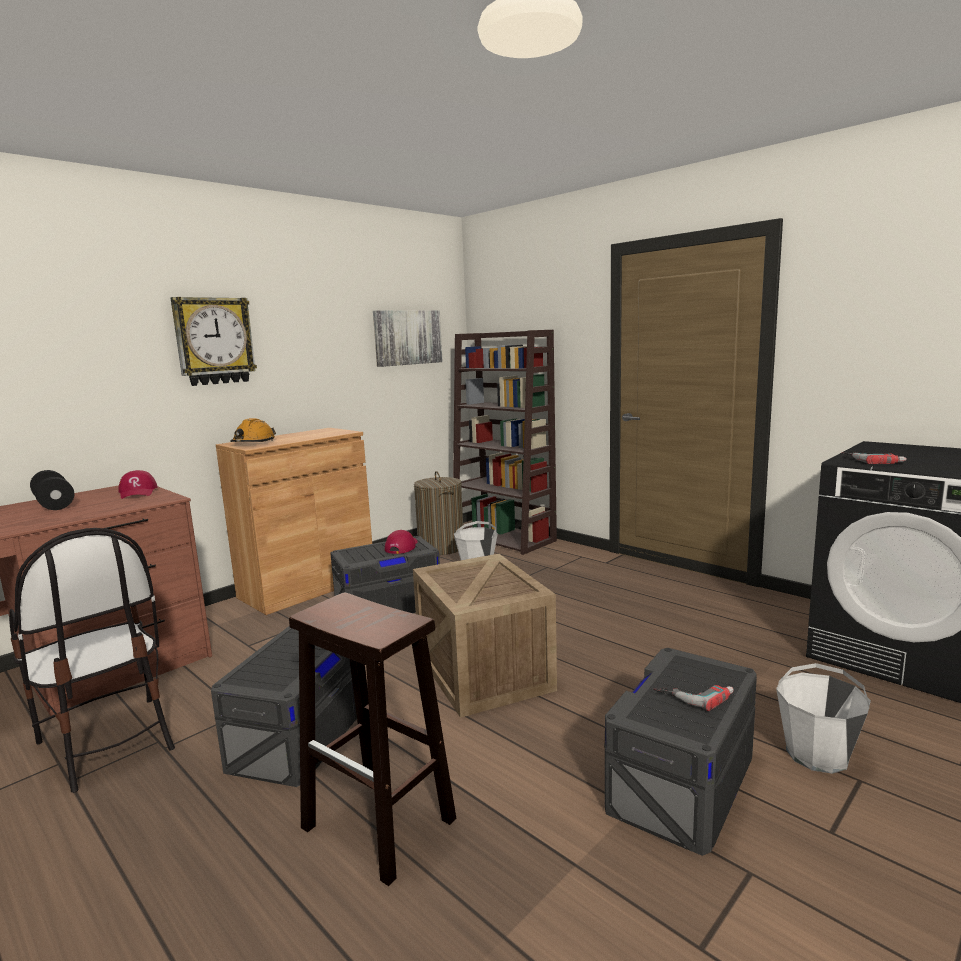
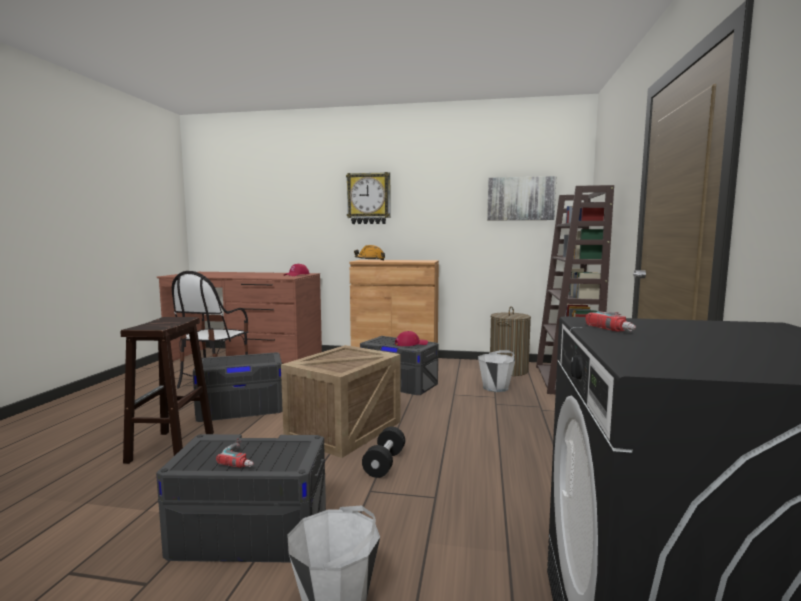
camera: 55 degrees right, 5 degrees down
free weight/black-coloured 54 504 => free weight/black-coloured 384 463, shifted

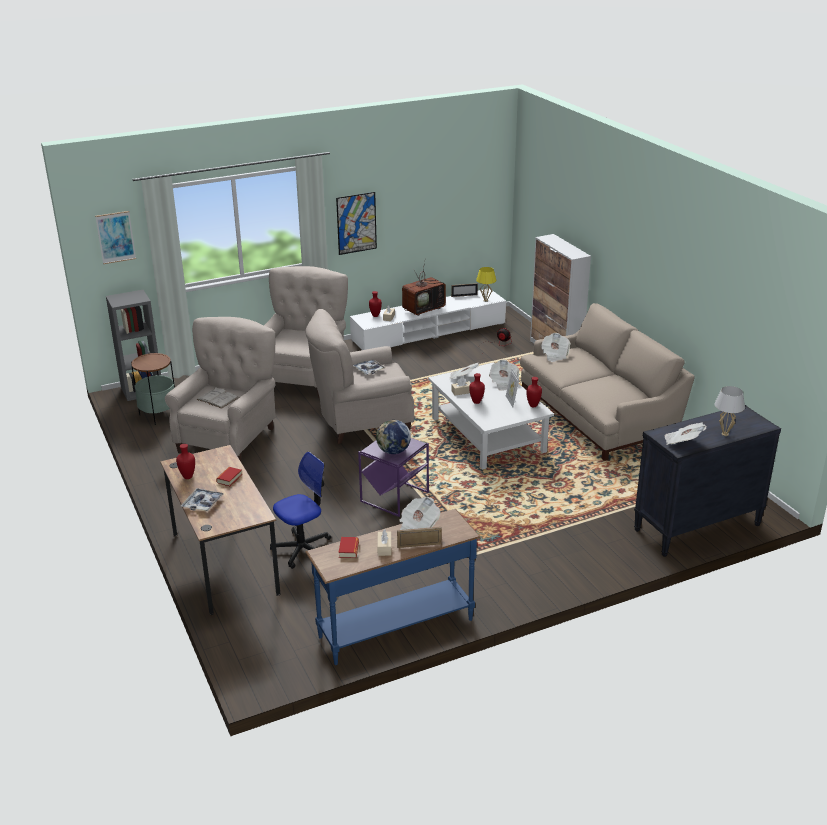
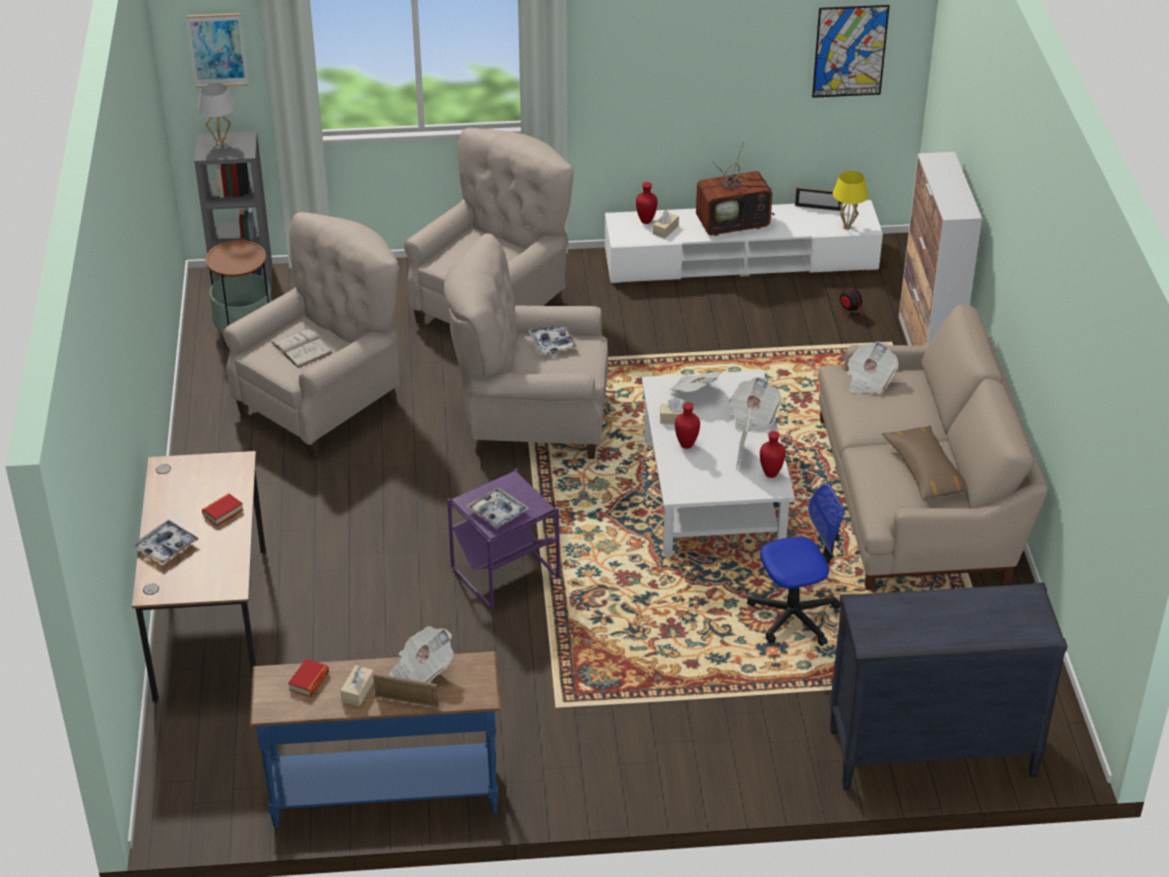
camera: 20 degrees right, 10 degrees up
tabletop lamp/white-coloured 725 434 => tabletop lamp/white-coloured 220 143, shifted
globe 393 451 => serving tray 497 512
desk chair 303 549 => desk chair 794 615, shifted
picture 356 223 => picture 850 51, shifted
nothing => throw pillow/brownish 925 471
decorative vase/reddish 188 477 => nothing
newspaper 682 442 => nothing

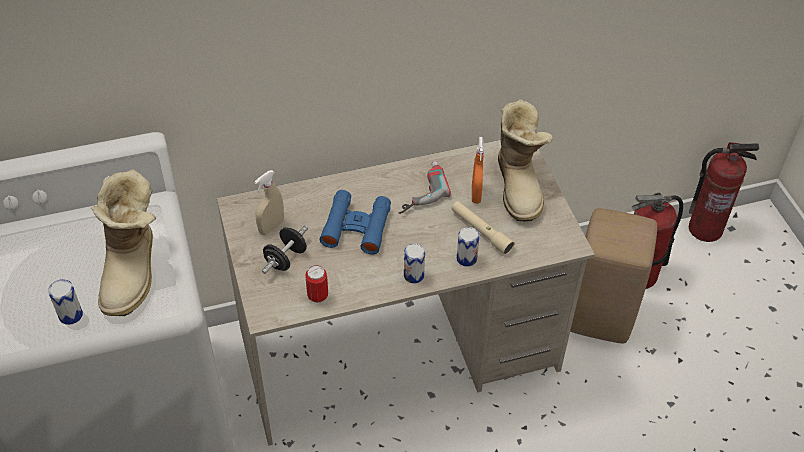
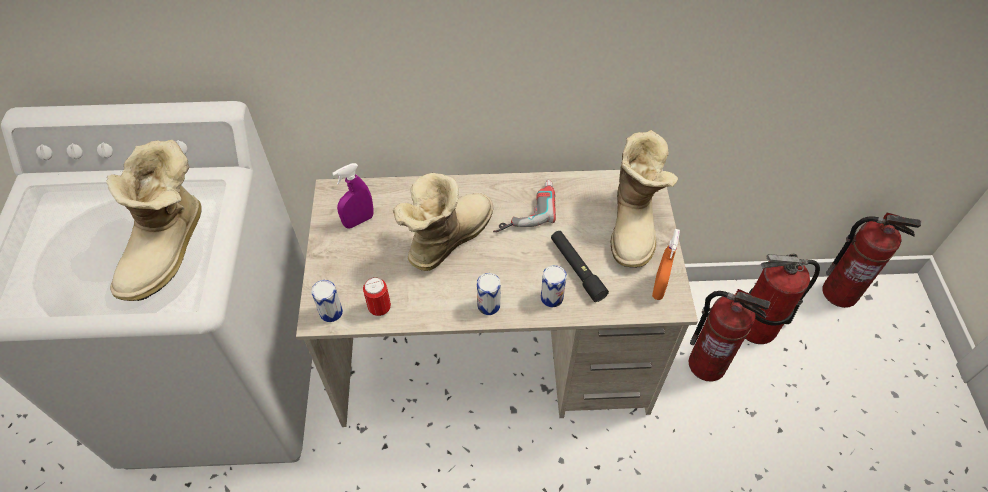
camera: 15 degrees right, 5 degrees up
sealed can 70 315 => sealed can 331 312, shifted
sprayer/beige 271 227 => sprayer/purple-coloured 358 221
pair of binoculars/bluish 356 227 => boot 445 238
flashlight/beige 481 231 => flashlight/black-coloured 577 269
sprayer/orange 476 194 => sprayer/orange 659 287, shifted
stool seat/beige 601 316 => extinguisher 707 364
free weight/black-coloured 286 259 => nothing

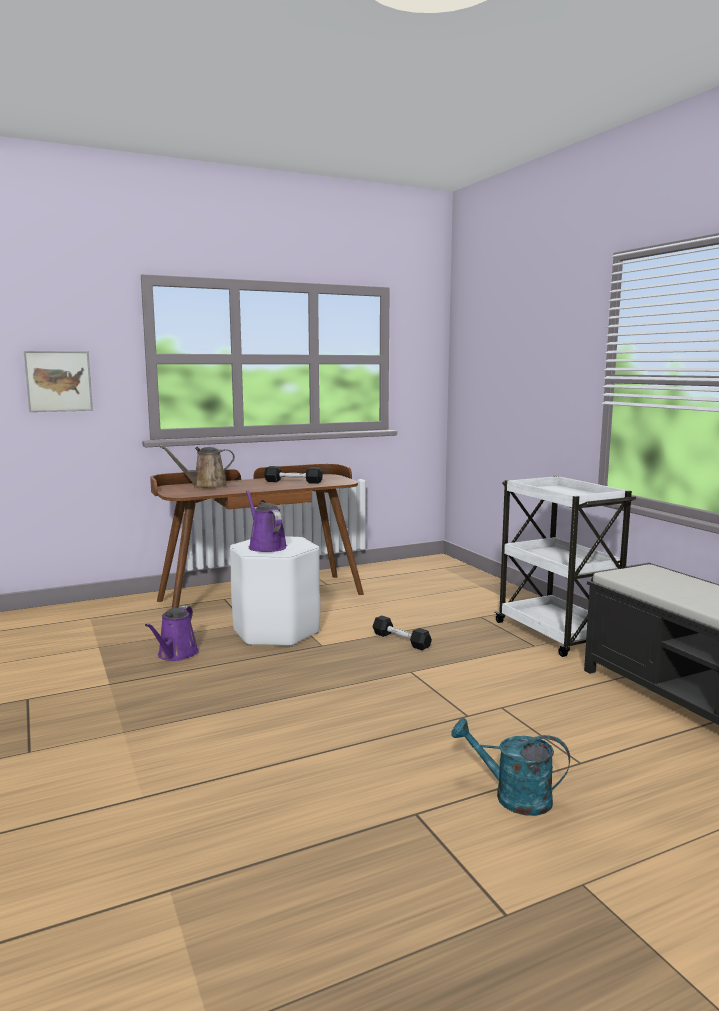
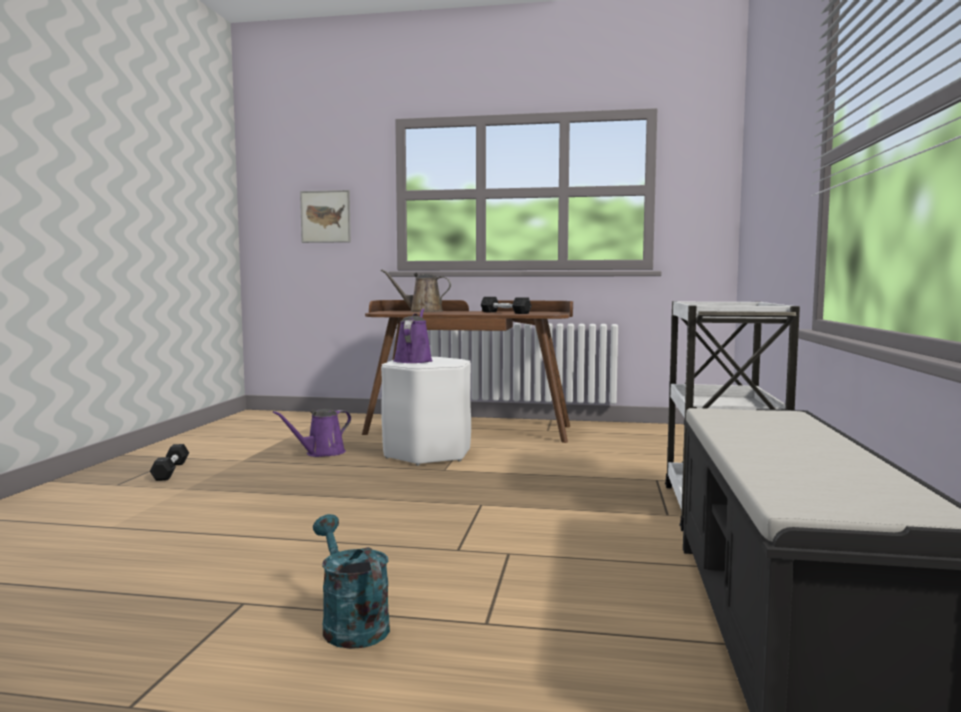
camera: 35 degrees right, 5 degrees down
free weight/black-coloured 401 640 => free weight/black-coloured 170 471, shifted

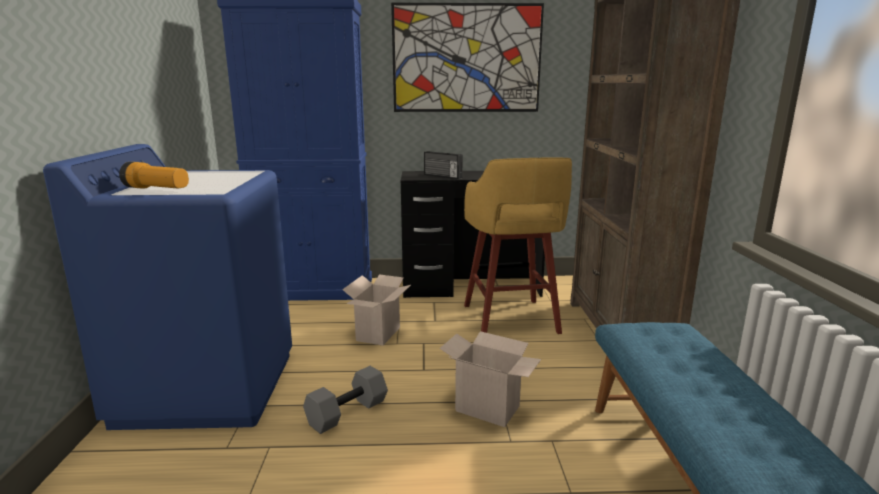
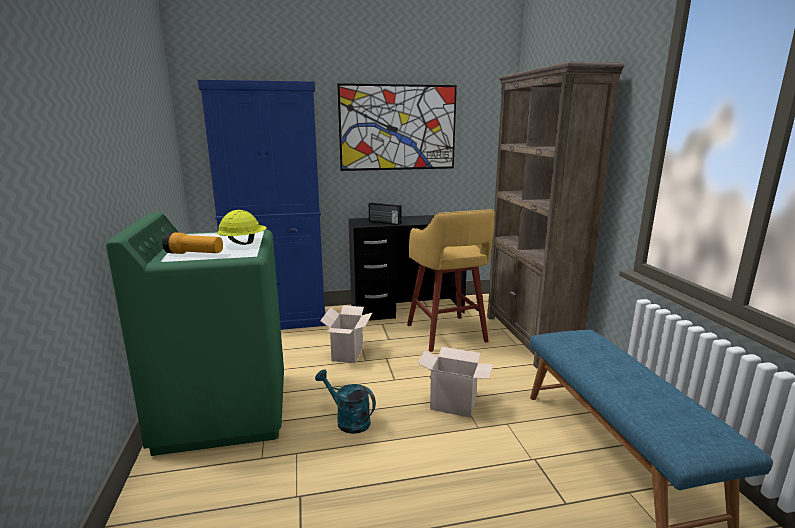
camera: 10 degrees left, 0 degrees up
laundry appliance/bluish 208 387 => laundry appliance/green 224 411
nothing => safety helmet/yellowish 243 243
free weight/gray 347 413 => watering pot/blue-green 348 420

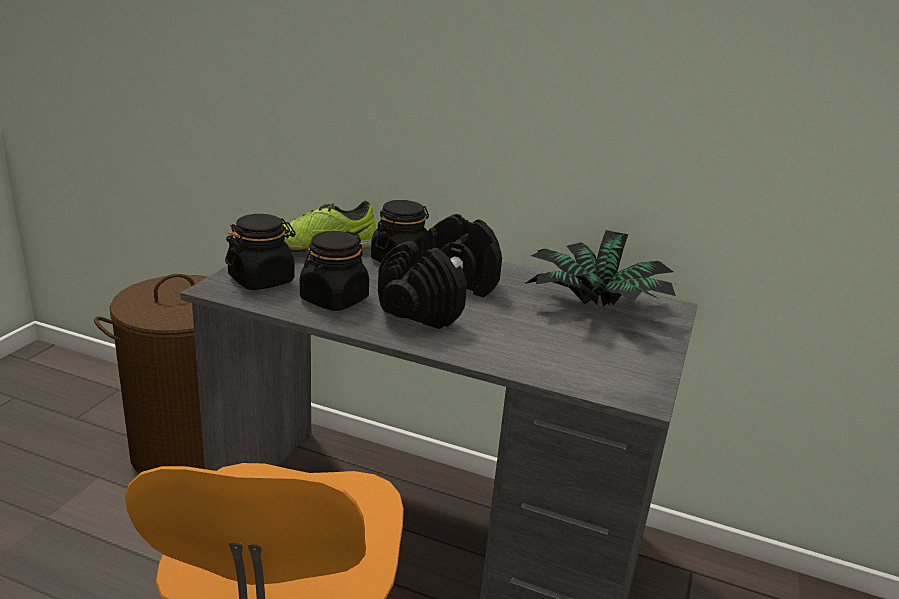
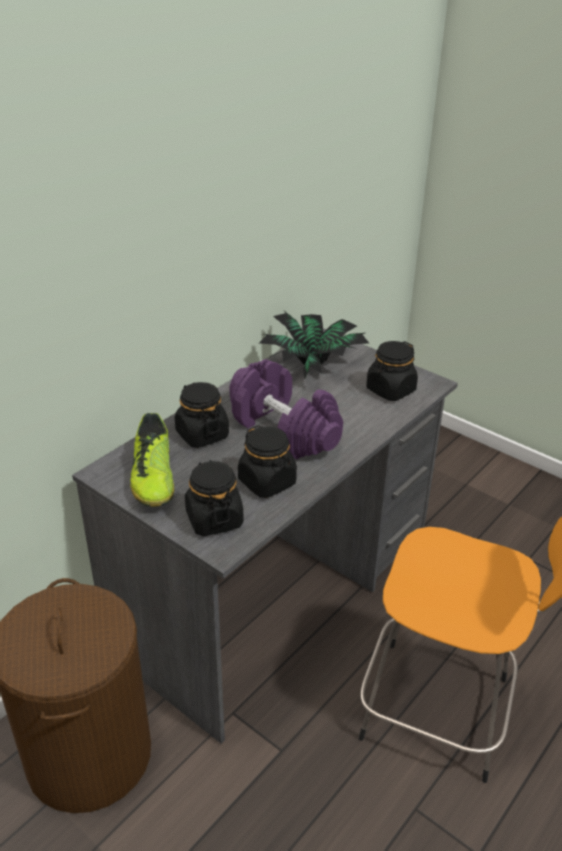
camera: 70 degrees left, 10 degrees up
free weight/black-coloured 440 301 => free weight/purple-coloured 285 429
nothing => preserve jar/black-coloured 390 390

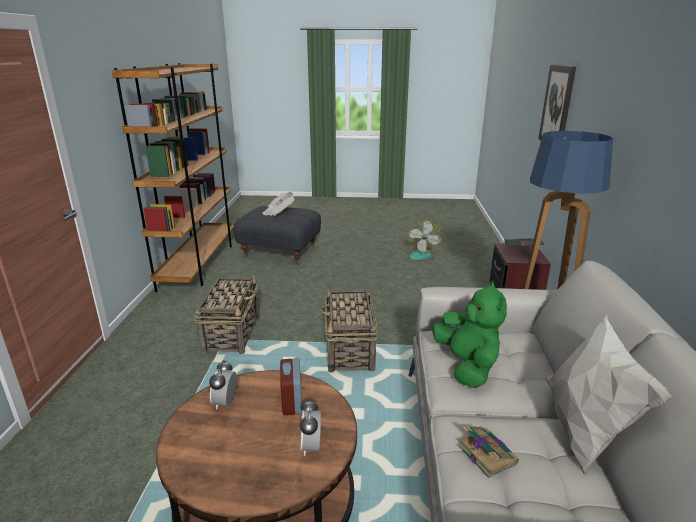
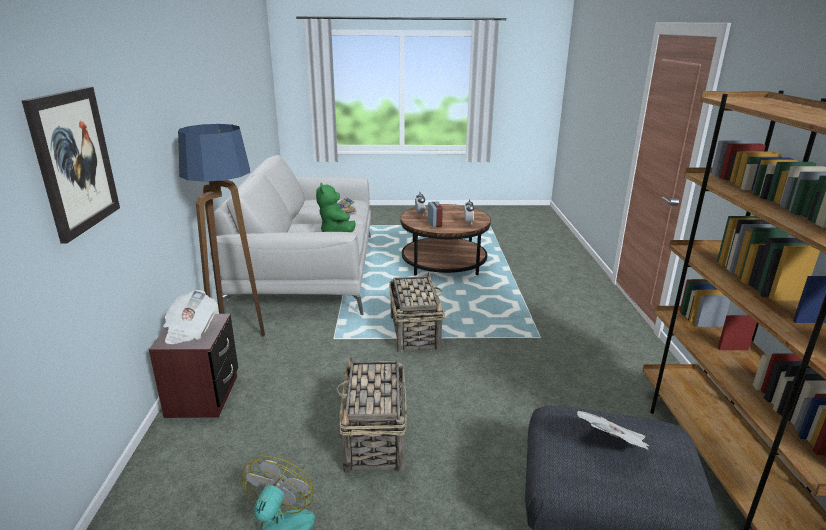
camera: 175 degrees right, 0 degrees up
household basket 232 333 => household basket 374 439, shifted
throw pillow/white-coloured 582 434 => nothing

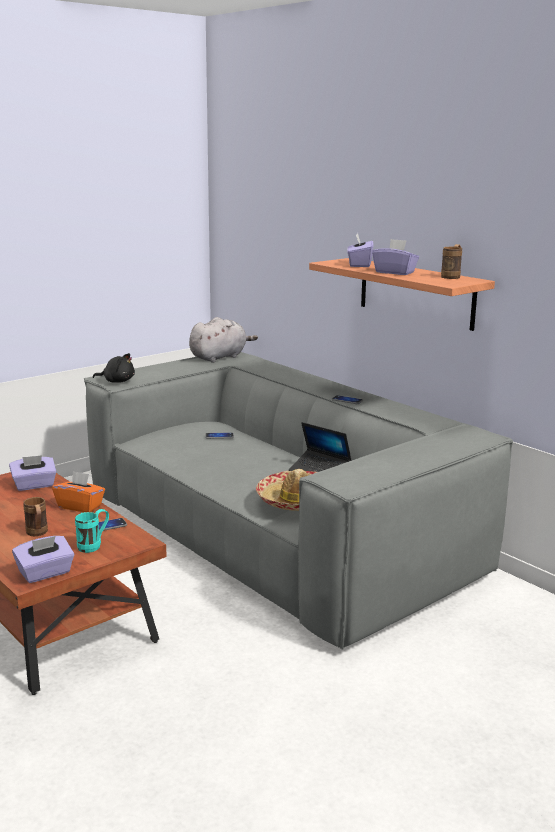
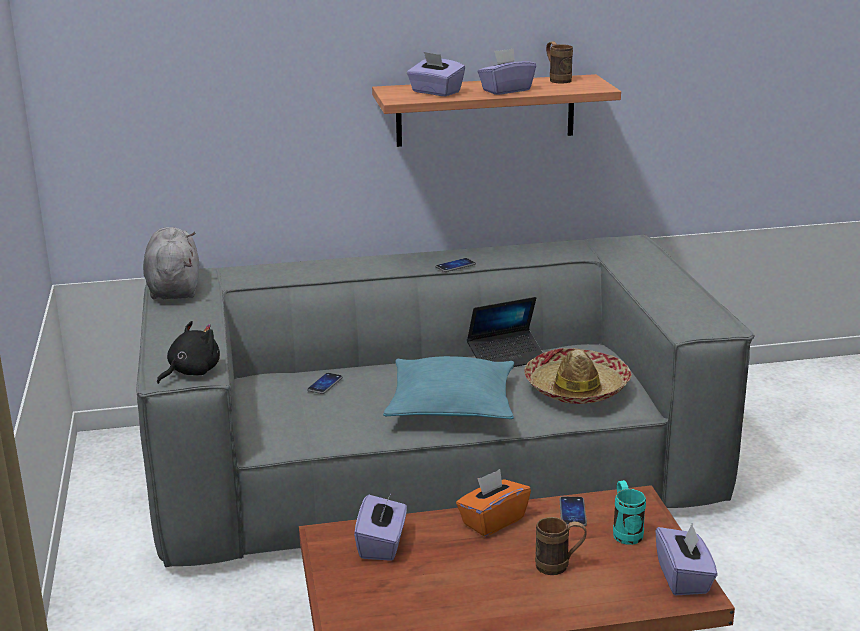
camera: 60 degrees left, 5 degrees up
nothing => throw pillow/blue-green 451 404

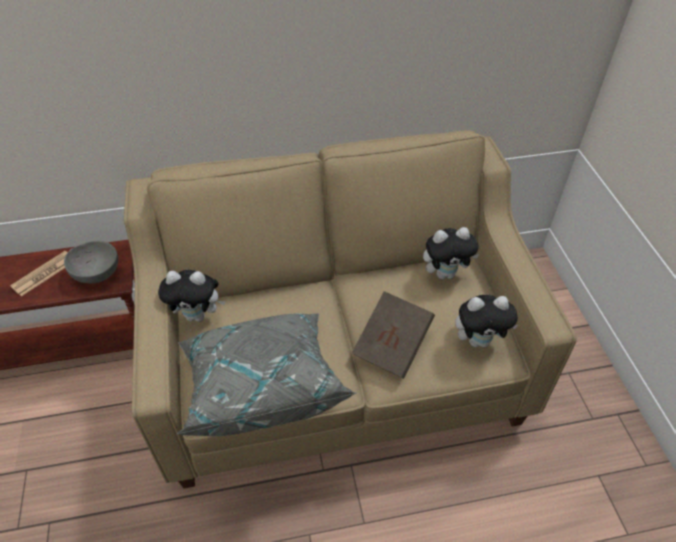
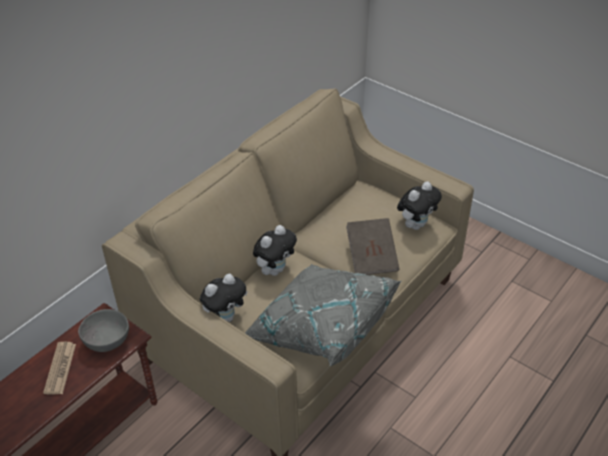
camera: 40 degrees left, 5 degrees down
cuddly toy 445 273 => cuddly toy 274 269, shifted

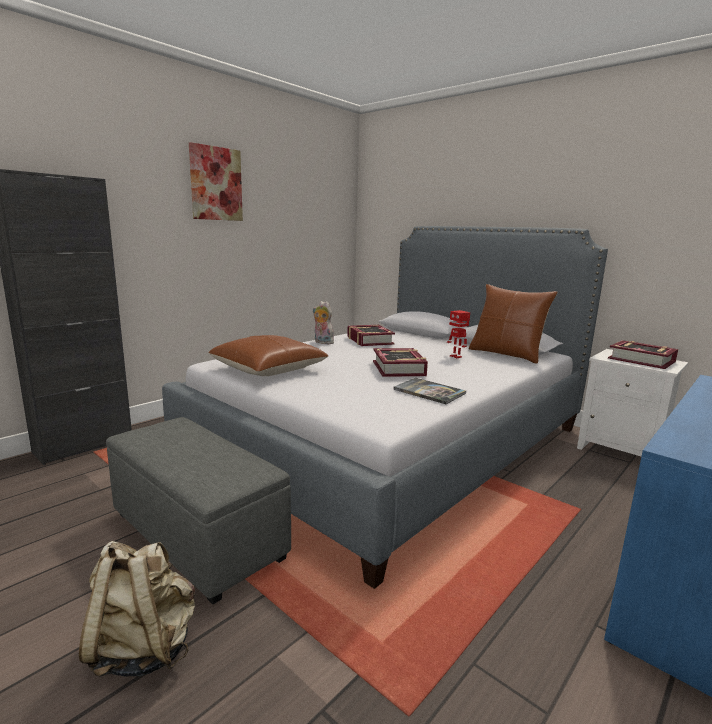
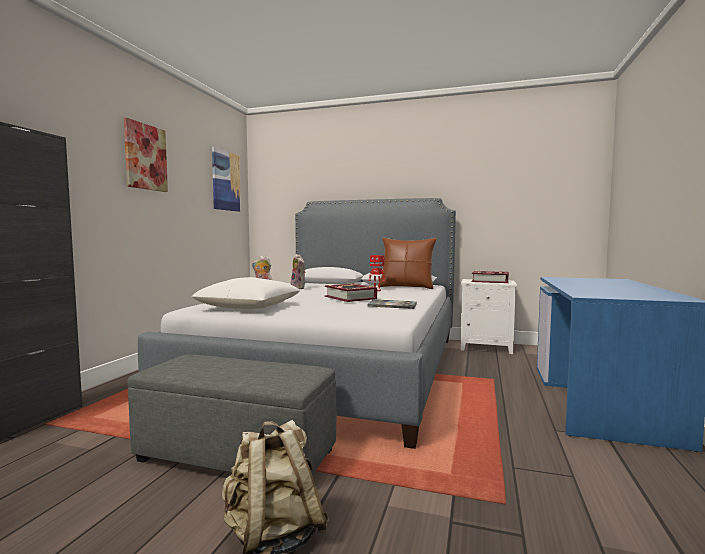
camera: 25 degrees left, 10 degrees down
throw pillow/brownish 268 369 => throw pillow/white-coloured 248 307
nothing => picture 226 181
volume 369 340 => cuddly toy 299 288

